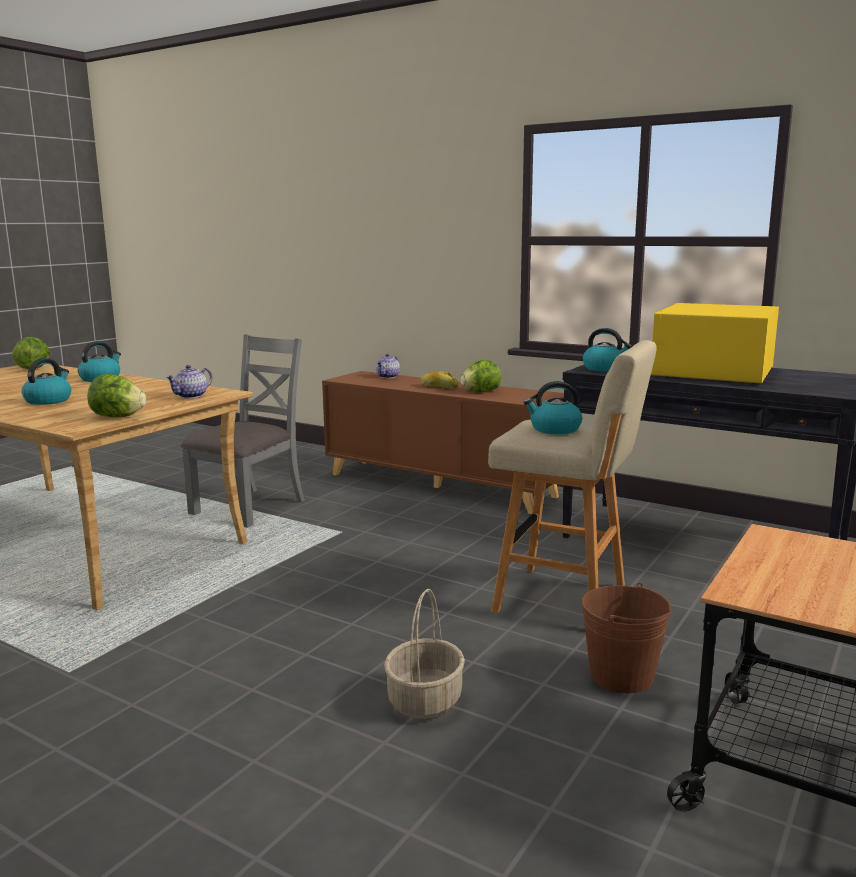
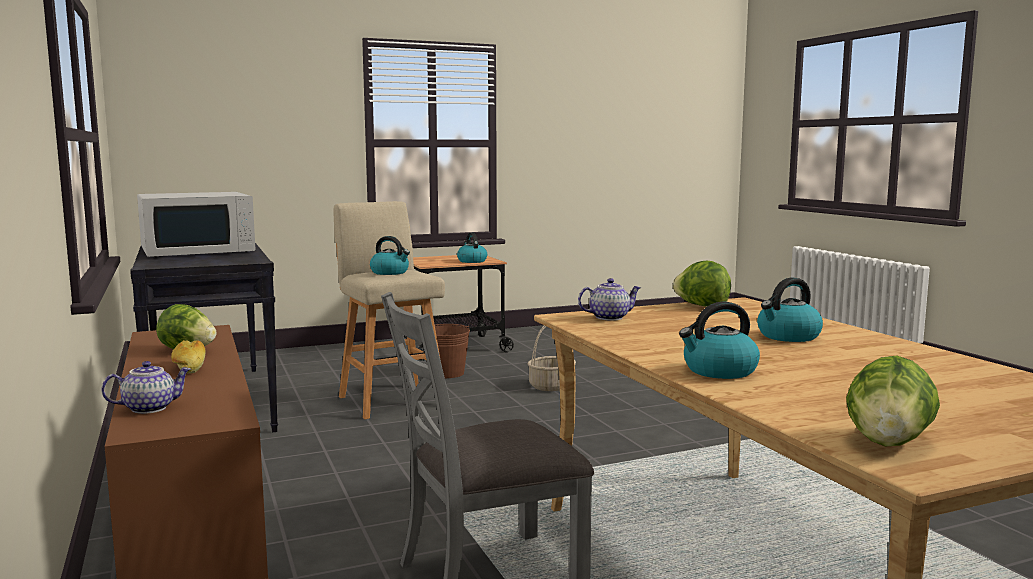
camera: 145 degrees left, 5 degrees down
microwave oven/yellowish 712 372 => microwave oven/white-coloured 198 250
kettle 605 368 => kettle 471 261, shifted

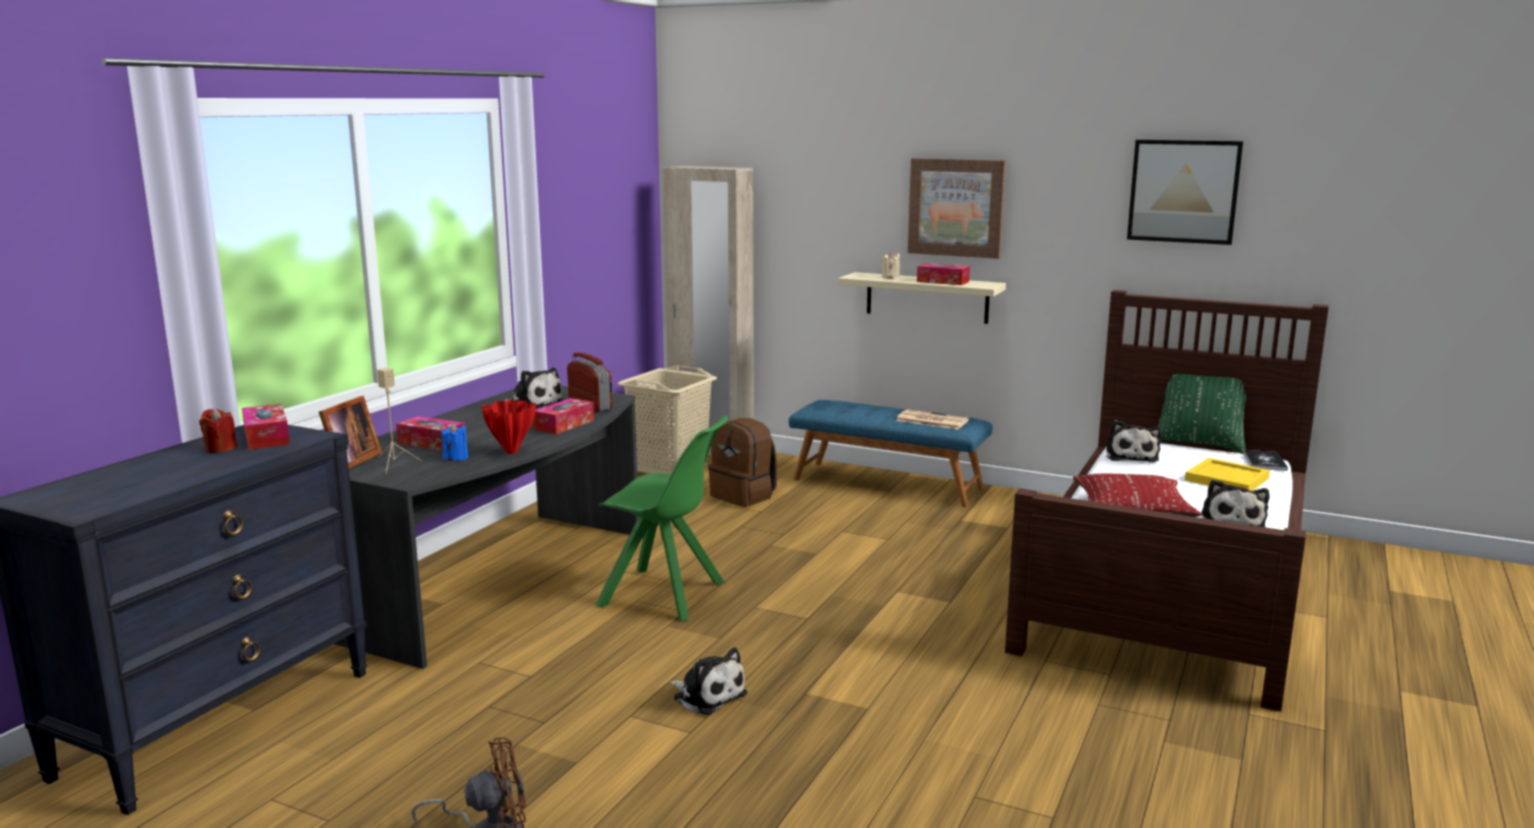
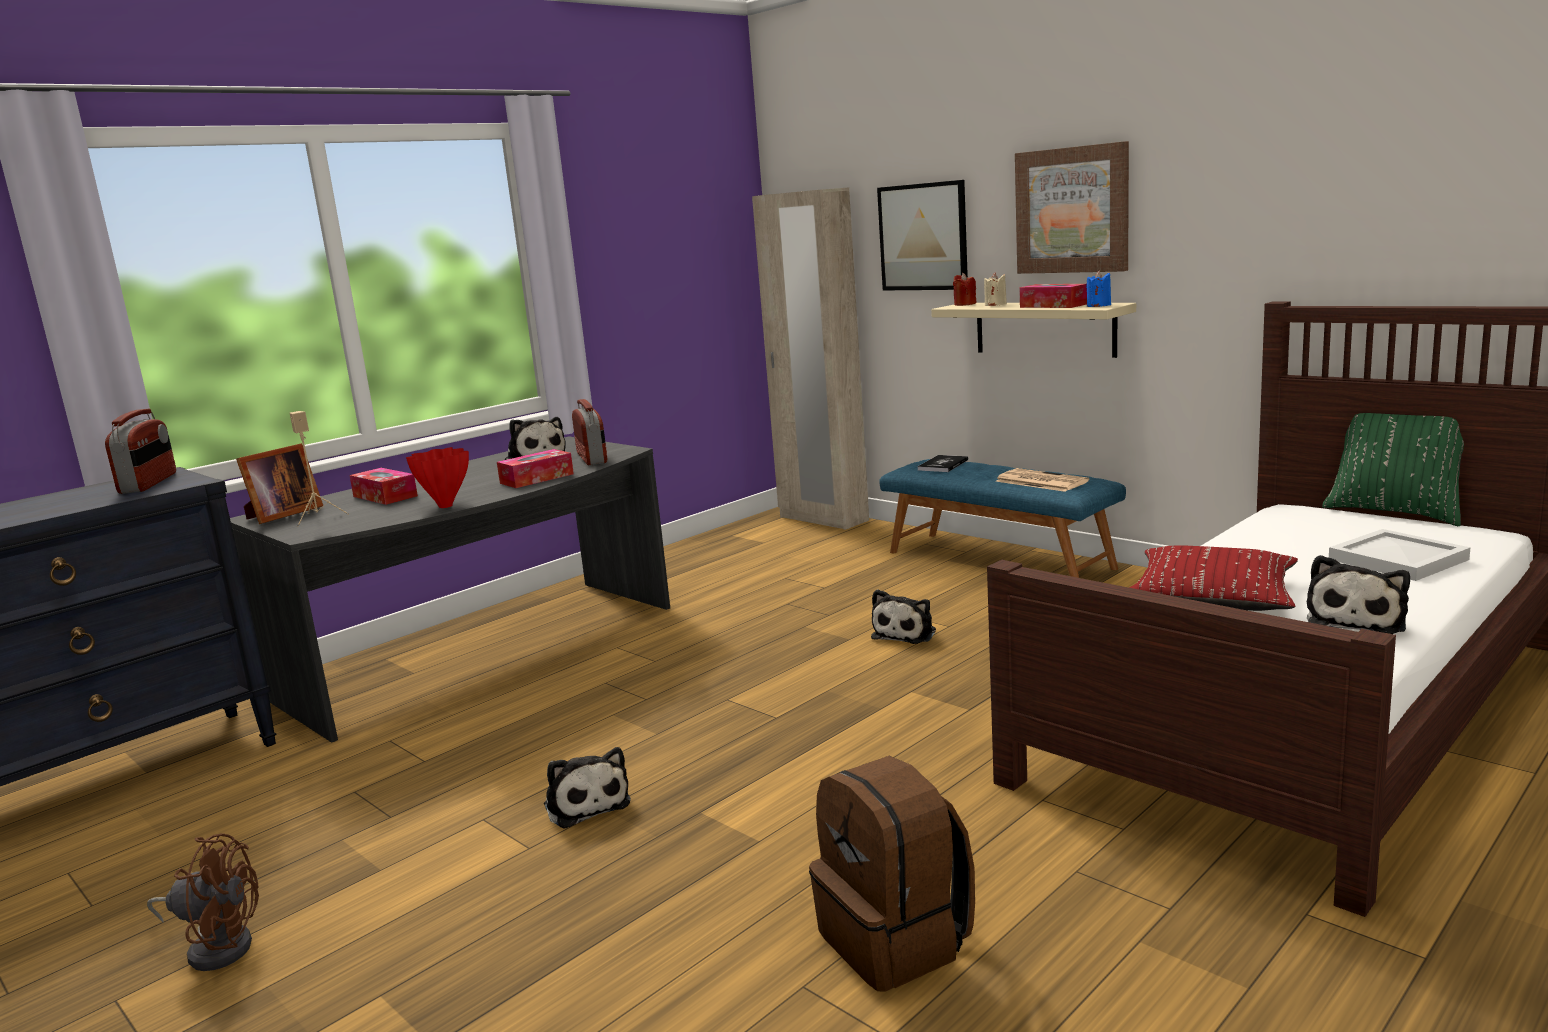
camera: 20 degrees right, 0 degrees up
tissue holder 266 437 => radio receiver 149 483
knapsack/brownish 744 496 => knapsack/brownish 897 940, shifted
cuddly toy 1131 456 => cuddly toy 906 633, shifted
picture 1183 191 => picture 923 237, shifted
volume 1264 462 => volume 943 465, shifted
candle/reddish 220 448 => candle/reddish 964 304, shifted
candle/bluish 455 458 => candle/bluish 1098 306, shifted
serving tray/yellowish 1227 480 => serving tray/white-coloured 1398 560
chair/green 665 595 => nothing
hamper/beige 670 468 => nothing

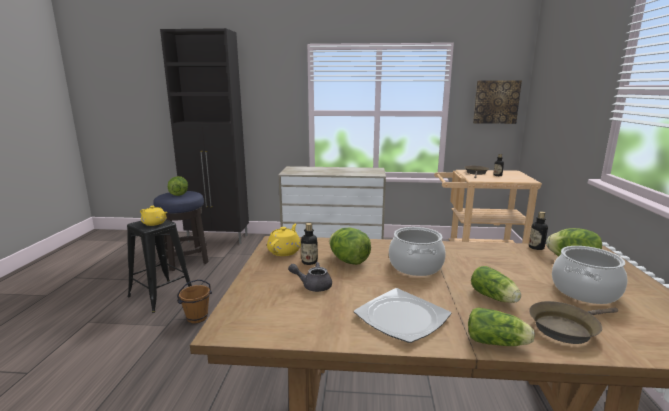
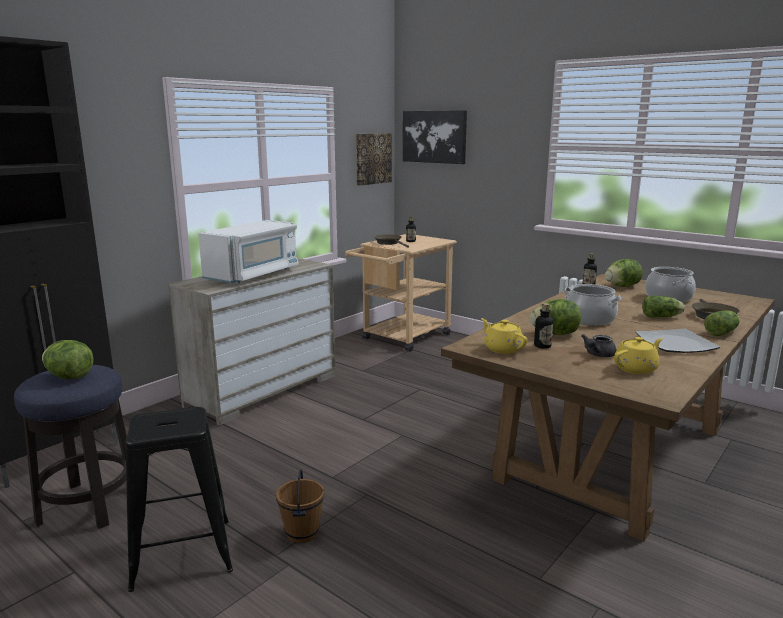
camera: 55 degrees left, 0 degrees up
nothing => microwave oven/white-coloured 253 274
nothing => picture 434 136
pot for tea/yellowish 155 223 => pot for tea/yellowish 636 368, shifted

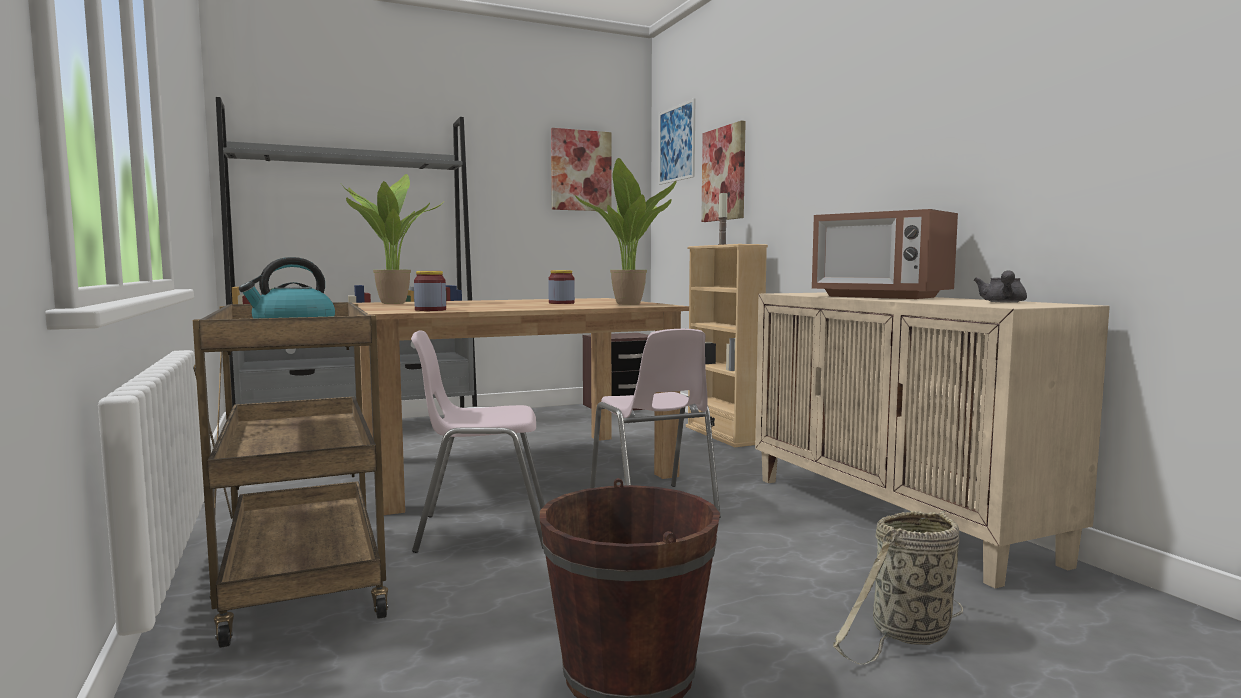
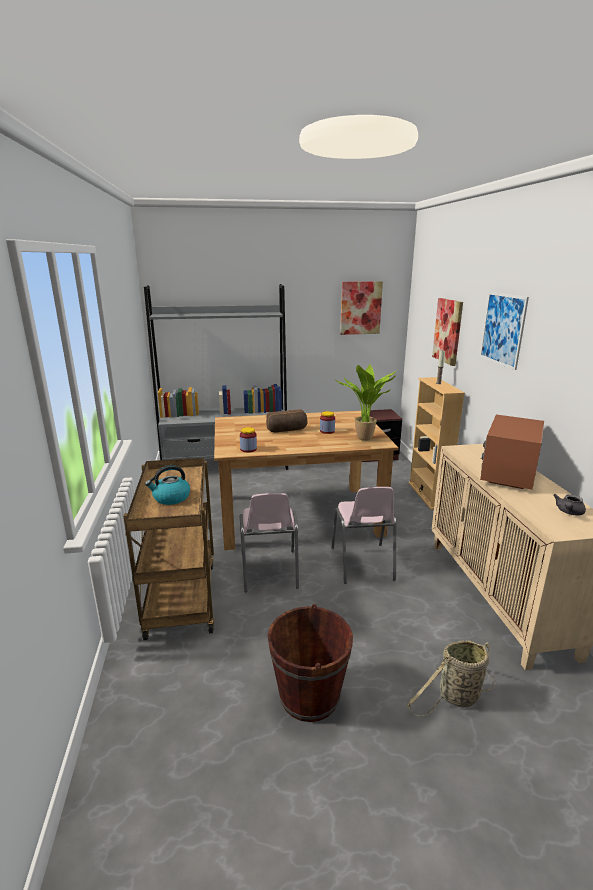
camera: 15 degrees right, 15 degrees up
chair/pink 482 530 => chair/pink 269 571, 105 degrees counterclockwise
nothing => bakery bread 287 430
picture 677 143 => picture 502 329, shifted
microwave oven 881 297 => microwave oven 507 475, 60 degrees clockwise
potted plant 389 303 => nothing

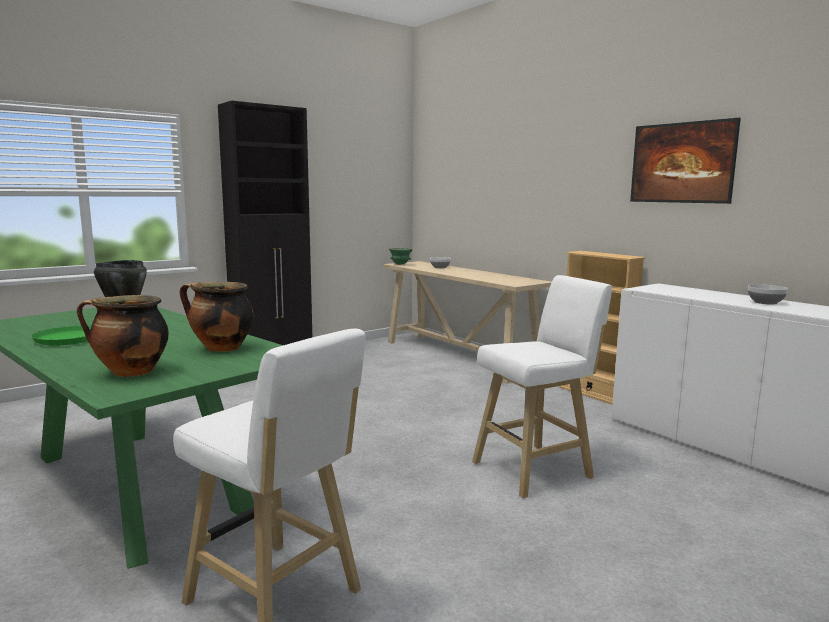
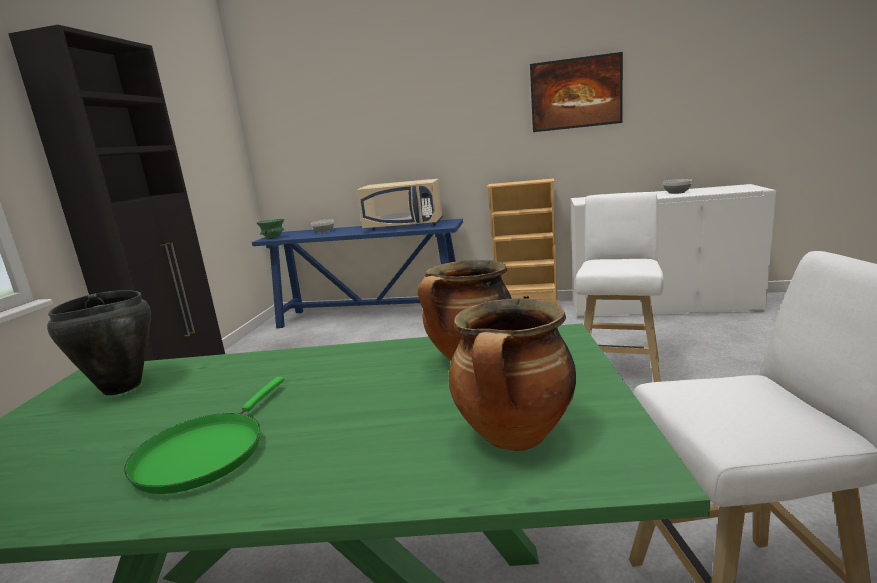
camera: 40 degrees left, 5 degrees up
console table/beige 459 357 => console table/bluish 372 316
nothing => microwave oven/beige 404 226

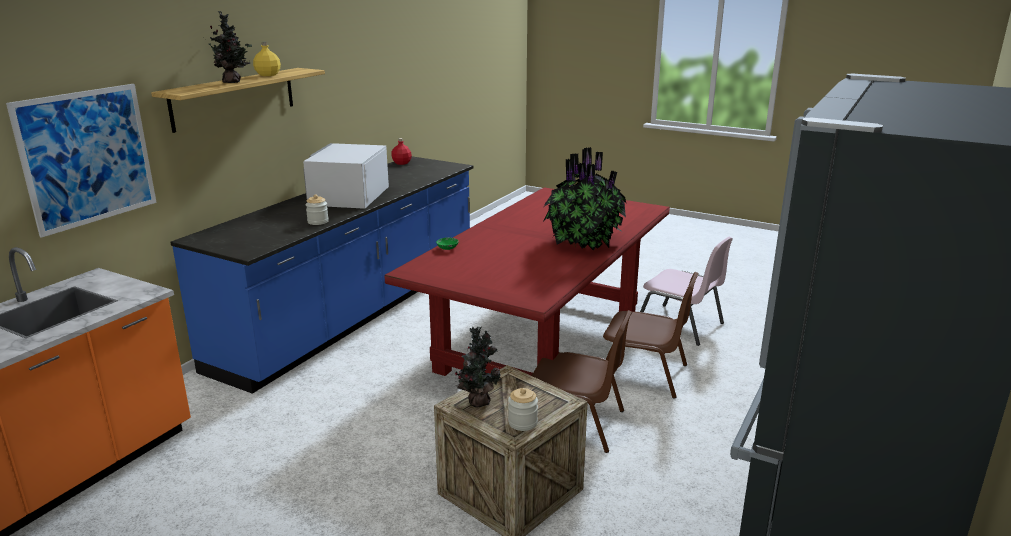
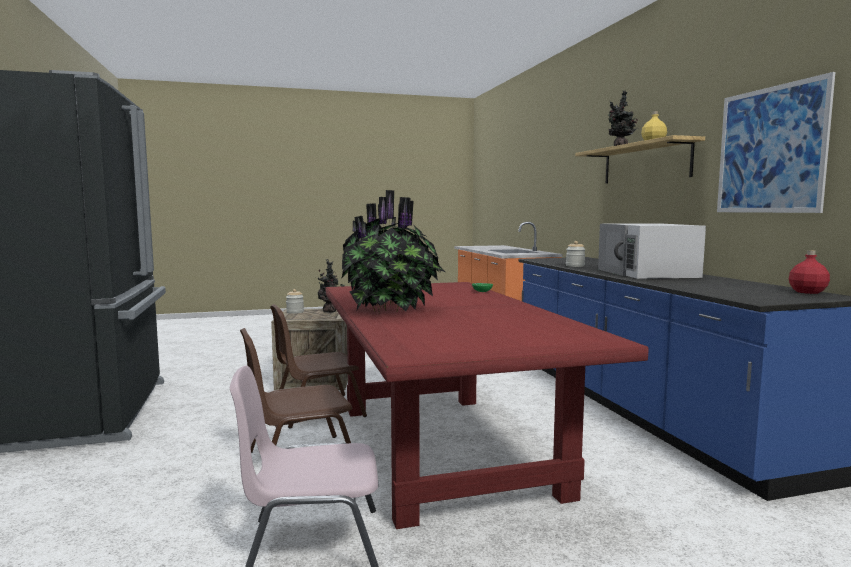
camera: 135 degrees right, 15 degrees down
microwave oven/white-coloured 348 196 => microwave oven/white-coloured 647 273, 150 degrees counterclockwise
picture 87 157 => picture 770 150, shifted

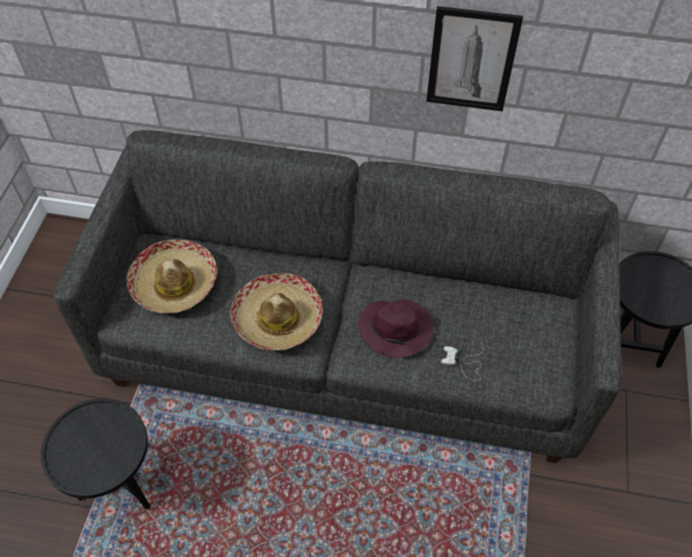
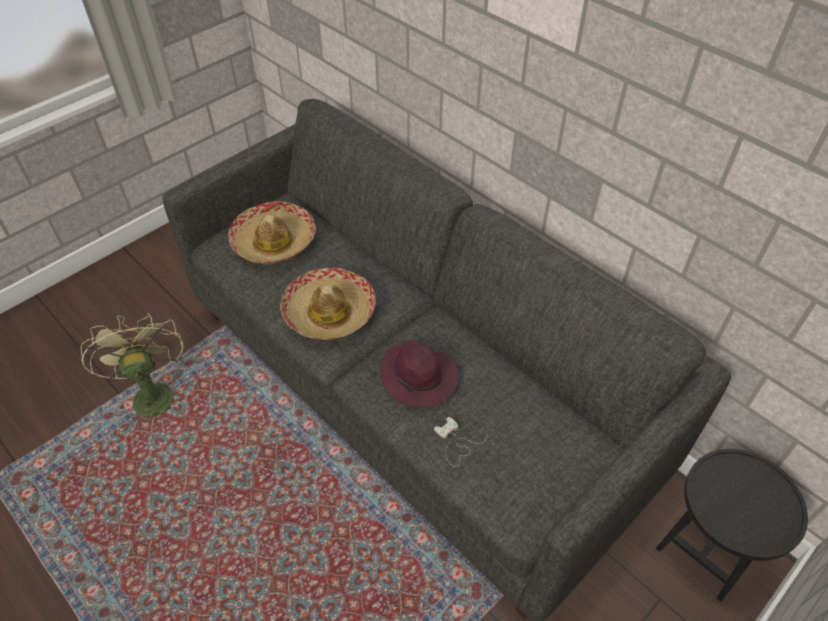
camera: 35 degrees right, 5 degrees down
end table/black-coloured 122 487 => cooling fan/green 151 393
picture 471 60 => nothing

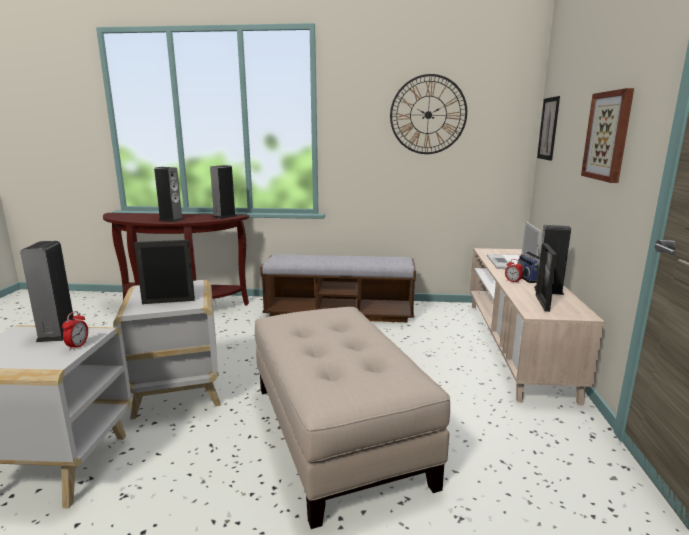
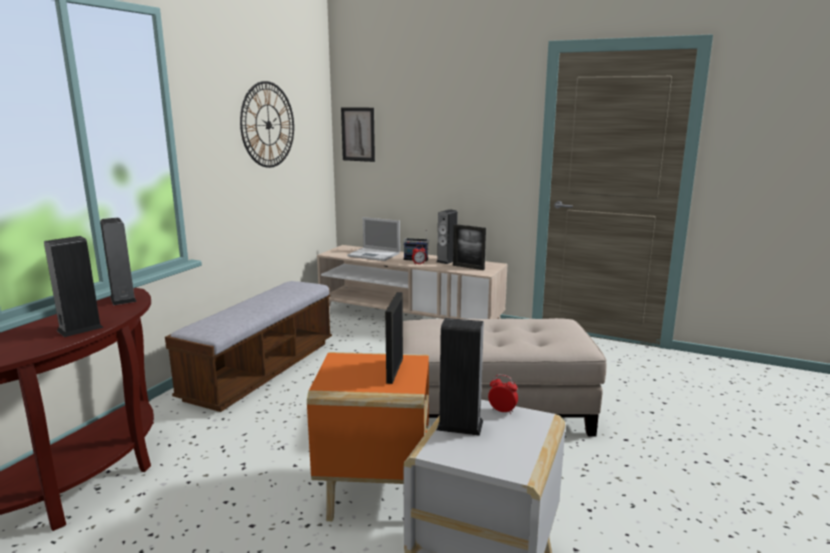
camera: 70 degrees left, 0 degrees up
end table/white-coloured 176 395 => end table/orange 375 490
picture 608 136 => nothing

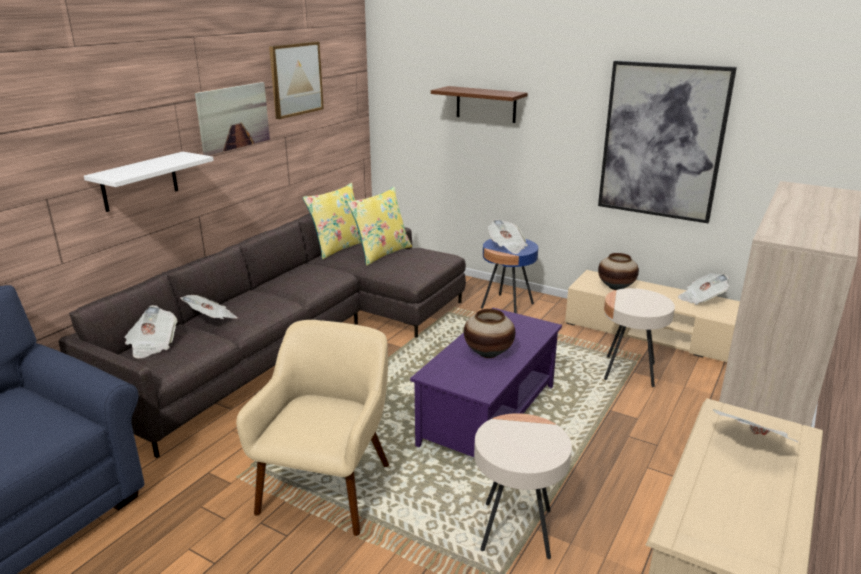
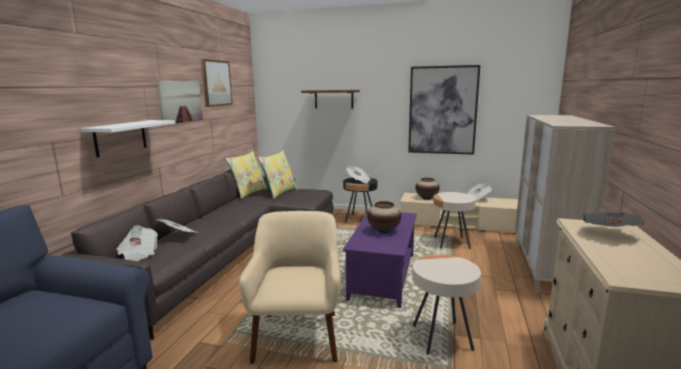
camera: 15 degrees left, 10 degrees down
end table/bluish 507 306 => end table/black-coloured 360 220

